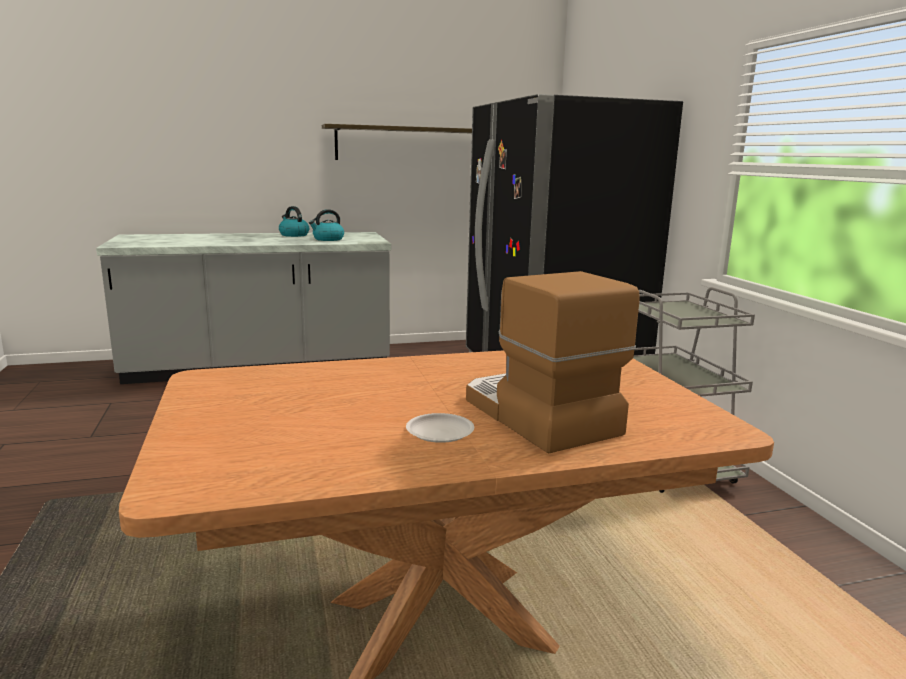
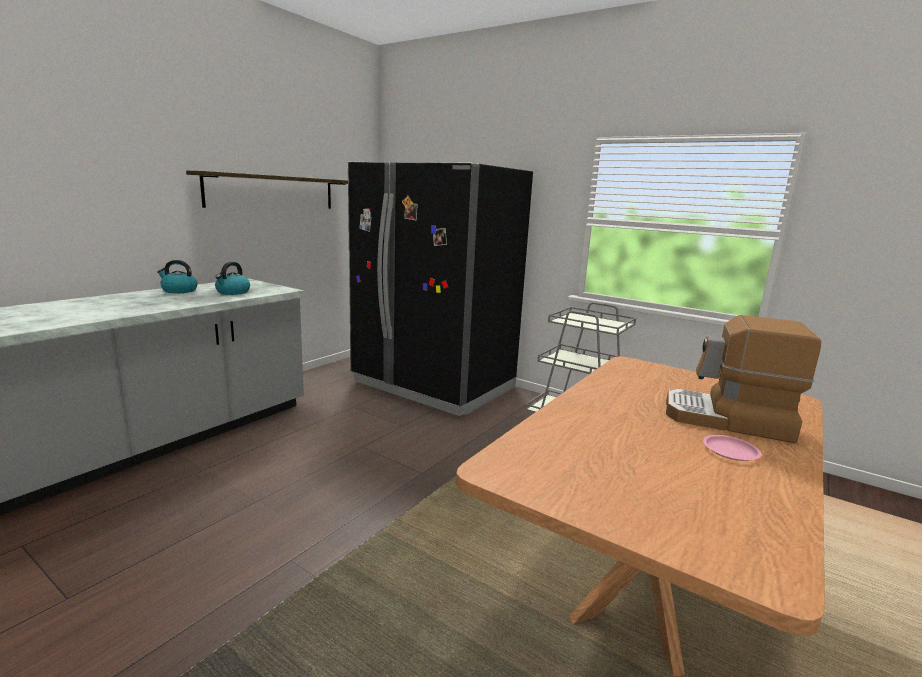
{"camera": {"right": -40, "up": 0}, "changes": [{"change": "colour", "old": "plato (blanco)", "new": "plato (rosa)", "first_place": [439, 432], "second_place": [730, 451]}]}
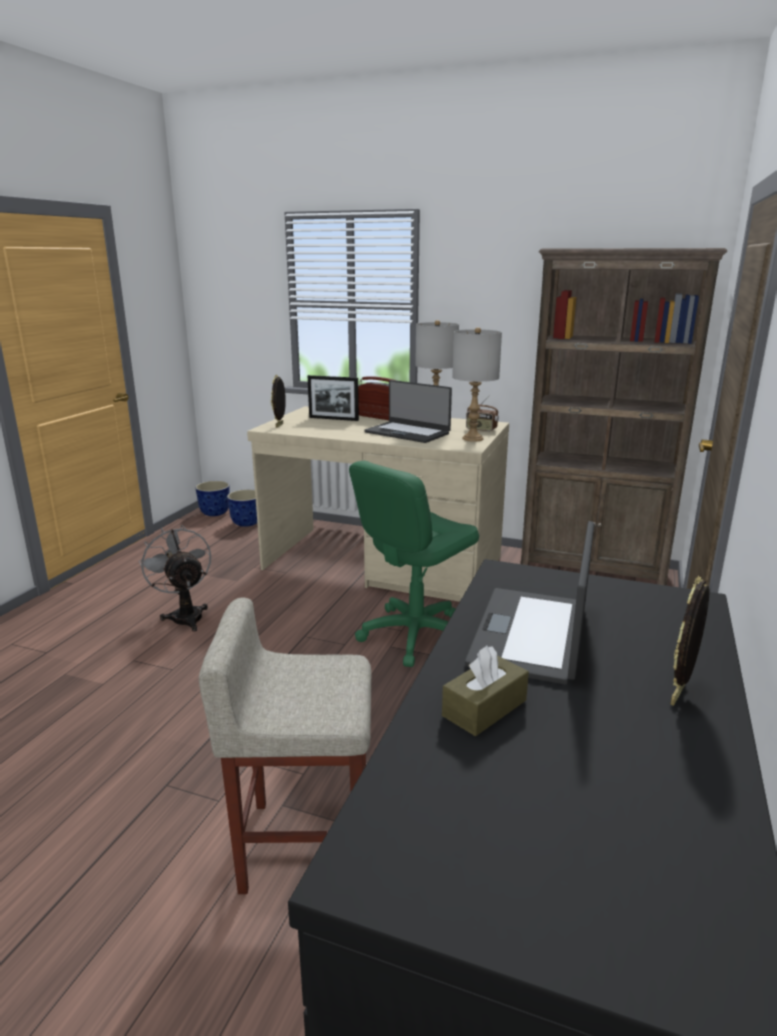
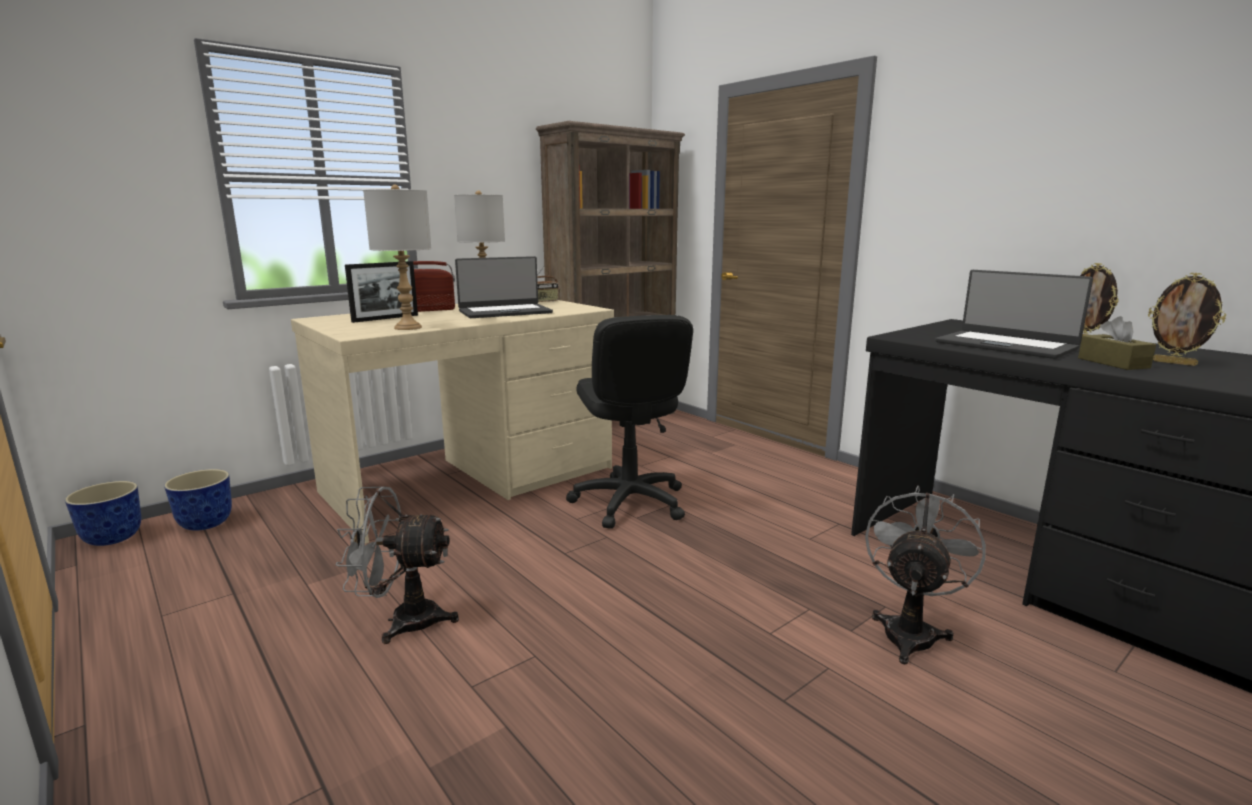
{"camera": {"right": -60, "up": -5}, "changes": [{"change": "relocated", "old": "portarretratos", "first_place": [280, 425], "second_place": [1174, 363]}, {"change": "relocated", "old": "lámpara de mesa (gris)", "first_place": [473, 438], "second_place": [408, 327]}, {"change": "exchanged", "old": "taburete (beis)", "new": "ventilador (gris)", "first_place": [304, 845], "second_place": [910, 631]}, {"change": "colour", "old": "silla de oficina (verde)", "new": "silla de oficina (negro)", "first_place": [414, 635], "second_place": [629, 502]}]}
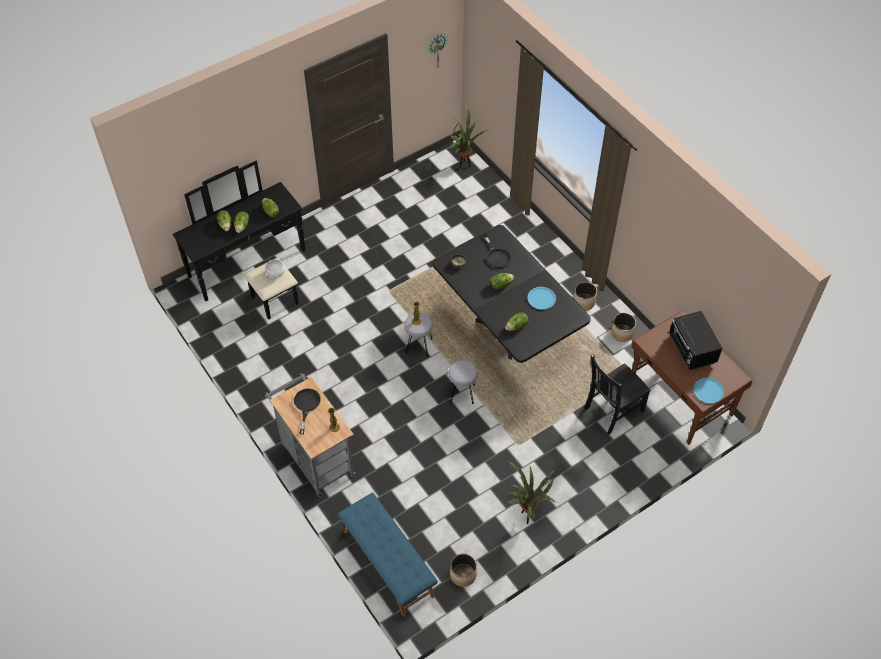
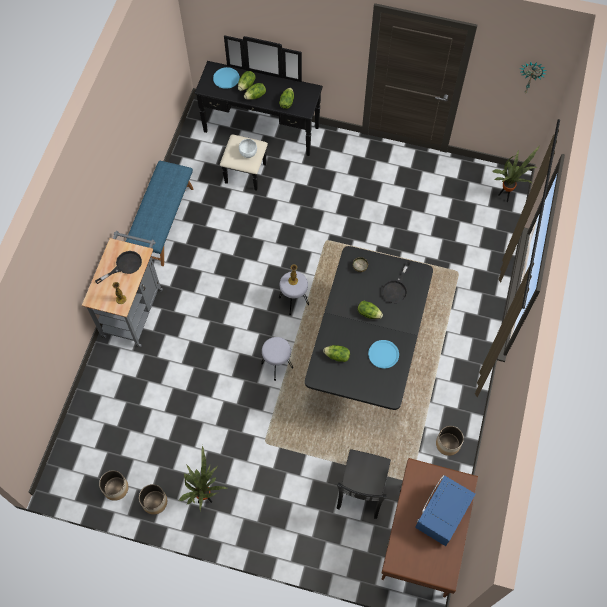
{"camera": {"right": 50, "up": 10}, "changes": [{"change": "relocated", "old": "banco (azul)", "first_place": [387, 563], "second_place": [163, 222]}, {"change": "relocated", "old": "maceta", "first_place": [583, 302], "second_place": [154, 502]}, {"change": "relocated", "old": "plato (azul)", "first_place": [708, 391], "second_place": [226, 78]}, {"change": "colour", "old": "microondas (negro)", "new": "microondas (azul)", "first_place": [691, 350], "second_place": [441, 515]}, {"change": "spun", "old": "silla (negro)", "first_place": [612, 410], "second_place": [361, 492], "degrees": -90}]}
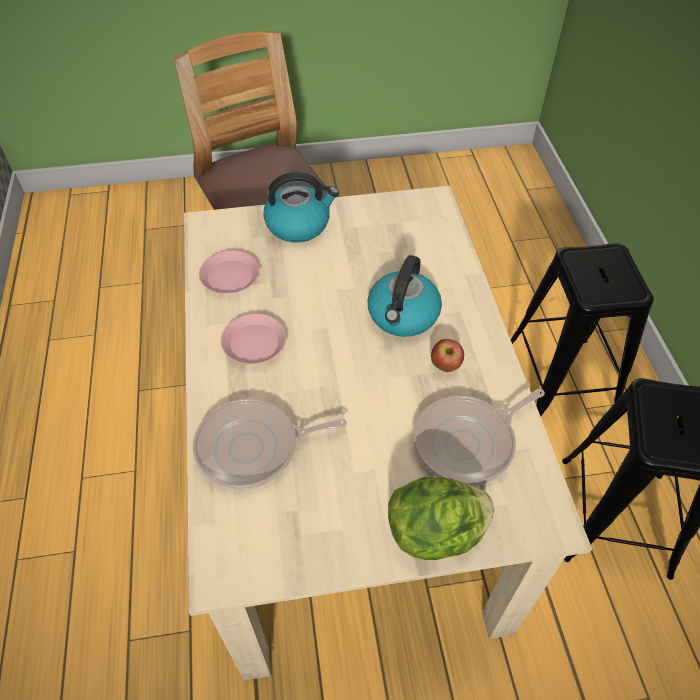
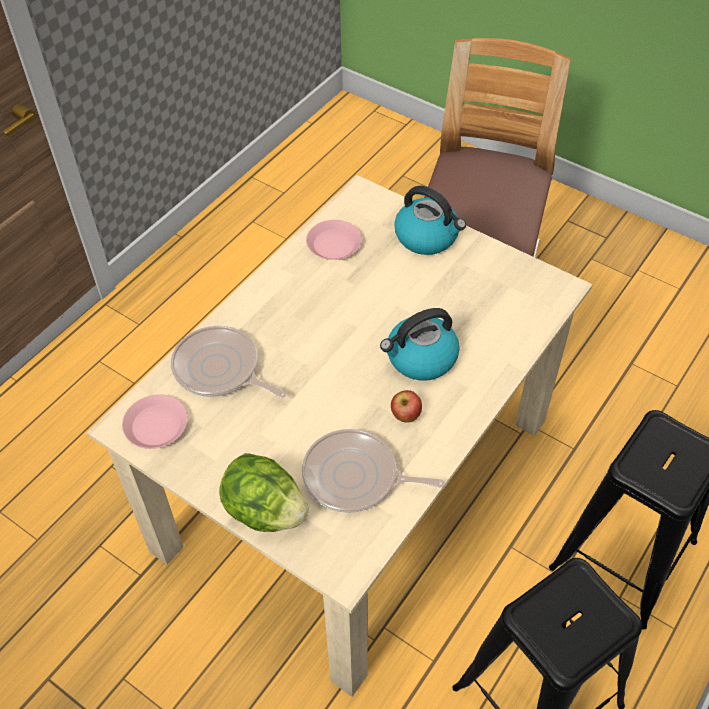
{"camera": {"right": 45, "up": 0}, "changes": [{"change": "relocated", "old": "plato (rosa)", "first_place": [255, 343], "second_place": [156, 426]}]}
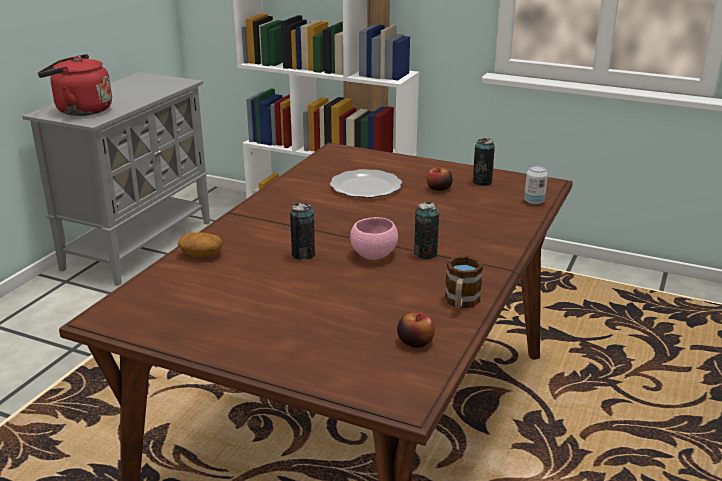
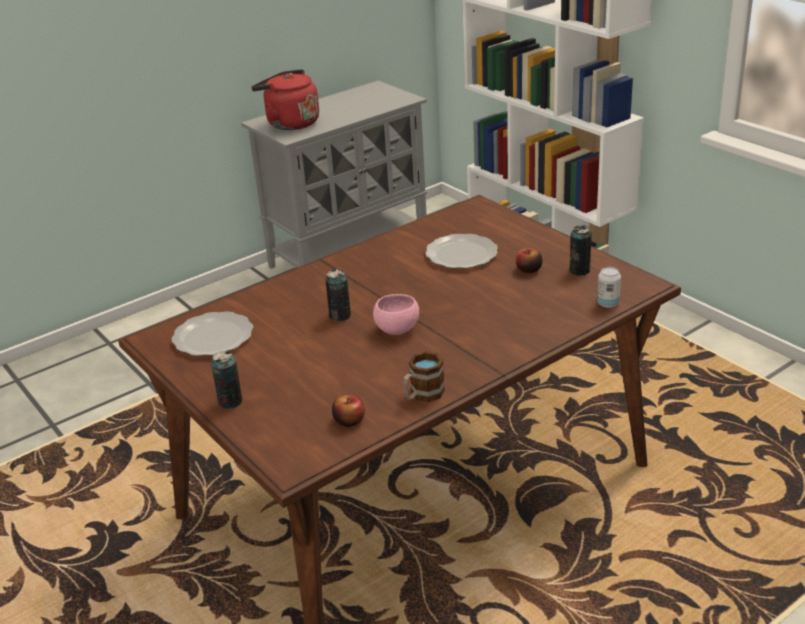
{"camera": {"right": 30, "up": 5}, "changes": [{"change": "missing", "old": "patata", "first_place": [201, 255]}, {"change": "appeared", "new": "plato", "second_place": [214, 337]}, {"change": "relocated", "old": "lata", "first_place": [425, 254], "second_place": [230, 402]}]}
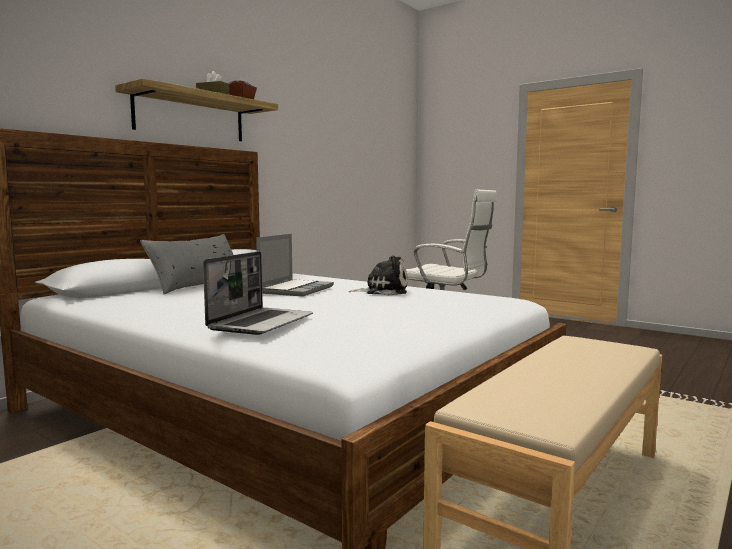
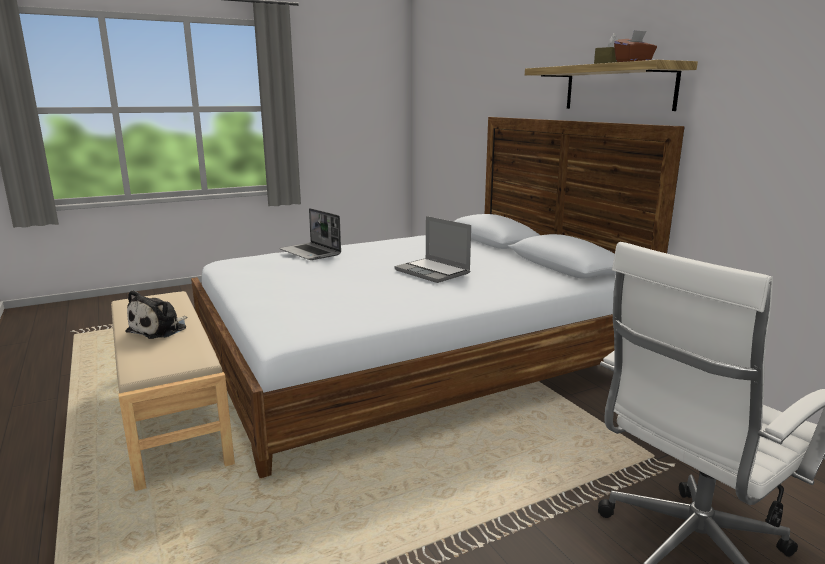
{"camera": {"right": 115, "up": 10}, "changes": [{"change": "missing", "old": "cojín (gris)", "first_place": [198, 285]}, {"change": "relocated", "old": "peluche", "first_place": [383, 291], "second_place": [160, 329]}]}
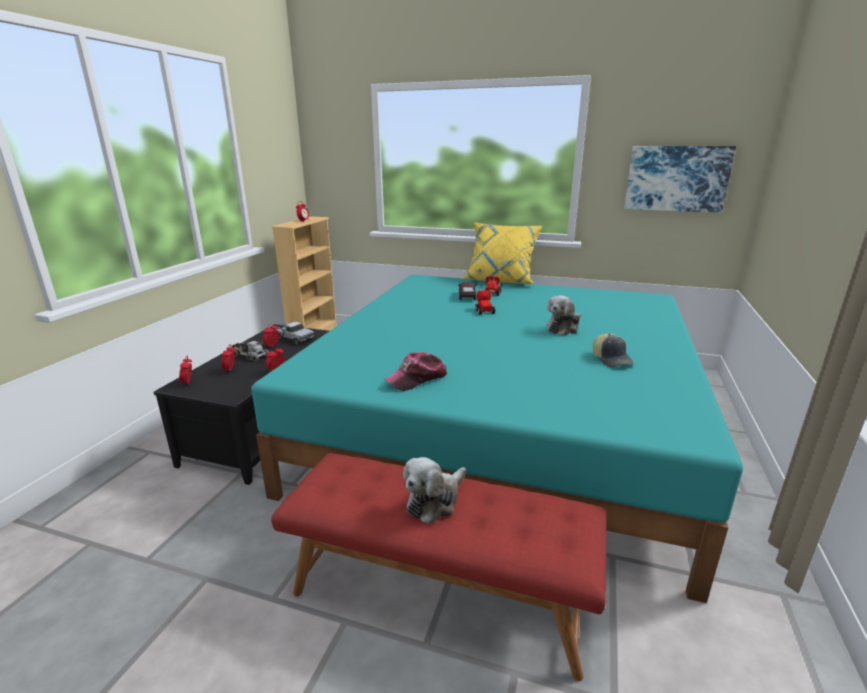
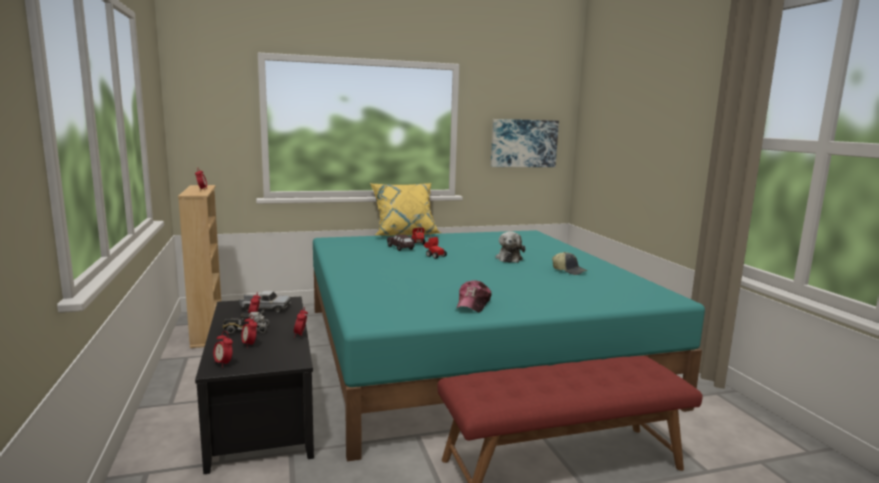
{"camera": {"right": -35, "up": -10}, "changes": [{"change": "missing", "old": "peluche", "first_place": [435, 500]}]}
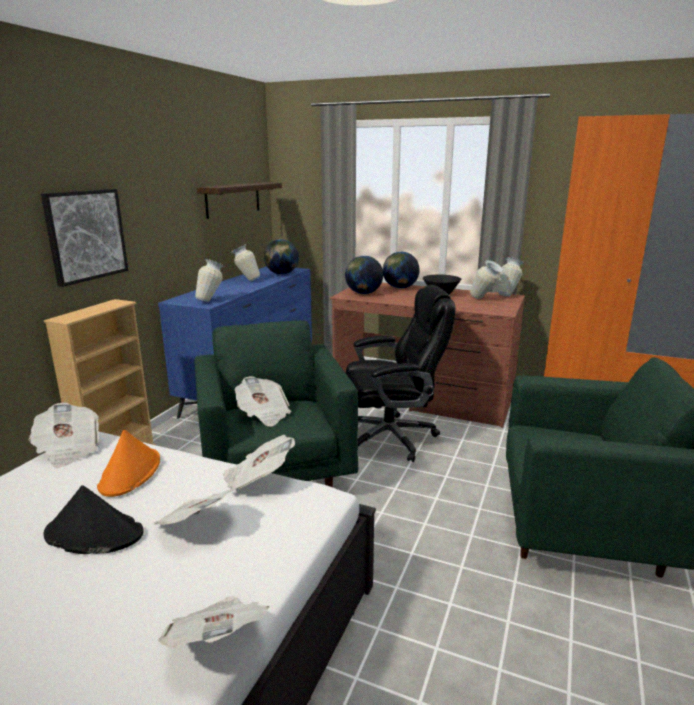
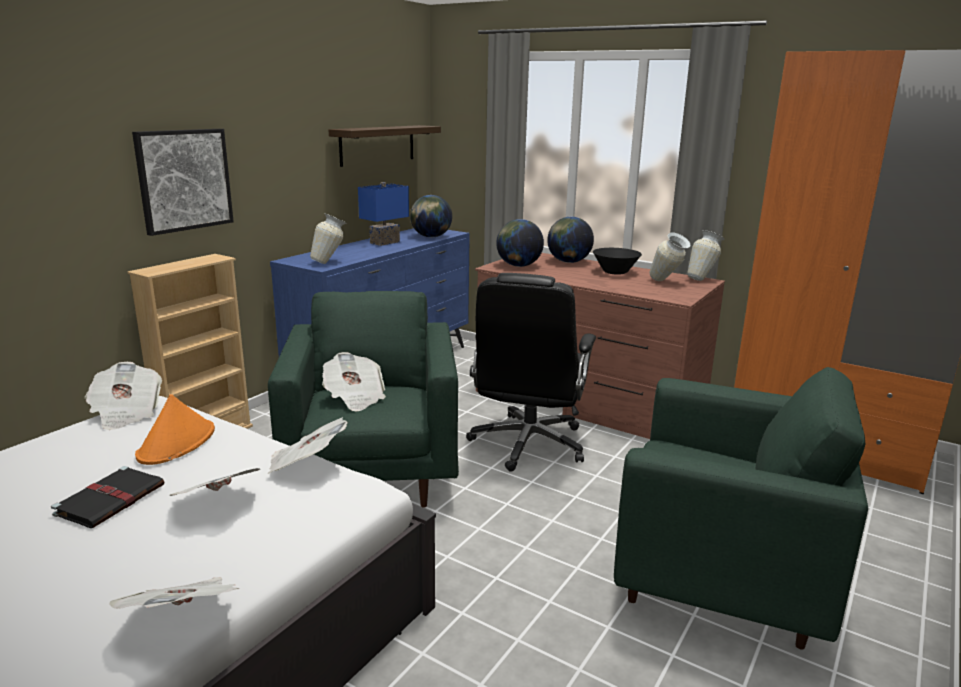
{"camera": {"right": 10, "up": 0}, "changes": [{"change": "exchanged", "old": "sombrero (negro)", "new": "libro (negro)", "first_place": [93, 534], "second_place": [112, 499]}, {"change": "exchanged", "old": "florero", "new": "lámpara de mesa (azul)", "first_place": [246, 280], "second_place": [384, 242]}, {"change": "spun", "old": "silla de oficina (negro)", "first_place": [392, 437], "second_place": [528, 444], "degrees": 105}]}
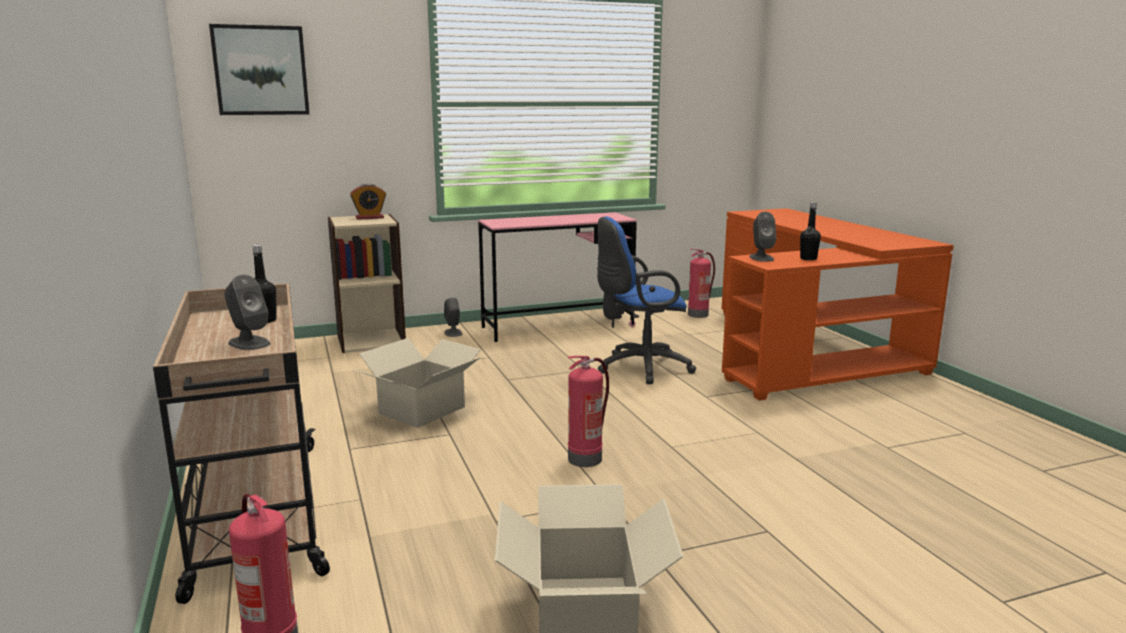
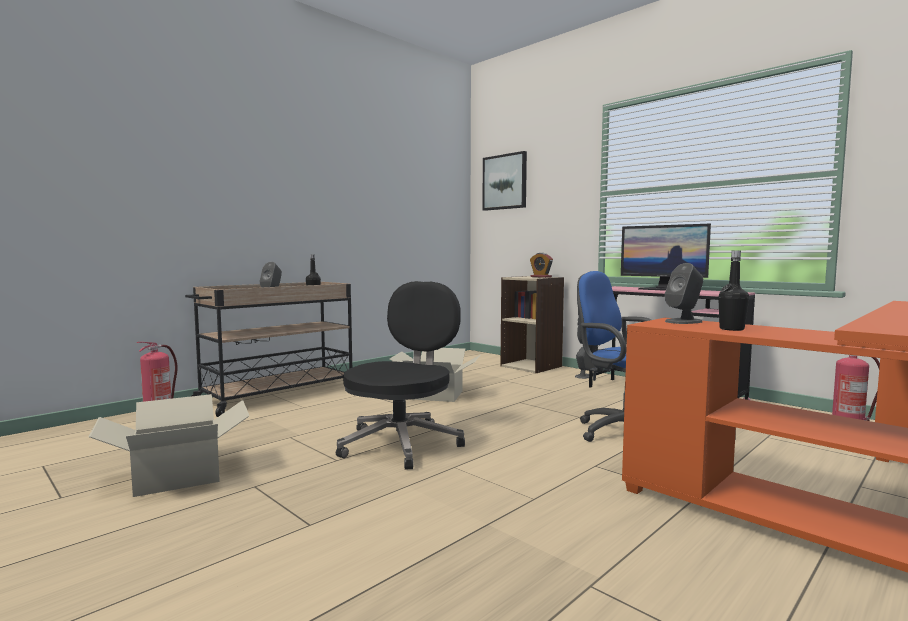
{"camera": {"right": 65, "up": -10}, "changes": [{"change": "appeared", "new": "monitor", "second_place": [662, 289]}, {"change": "exchanged", "old": "extintor", "new": "silla de oficina (negro)", "first_place": [586, 458], "second_place": [402, 443]}]}
